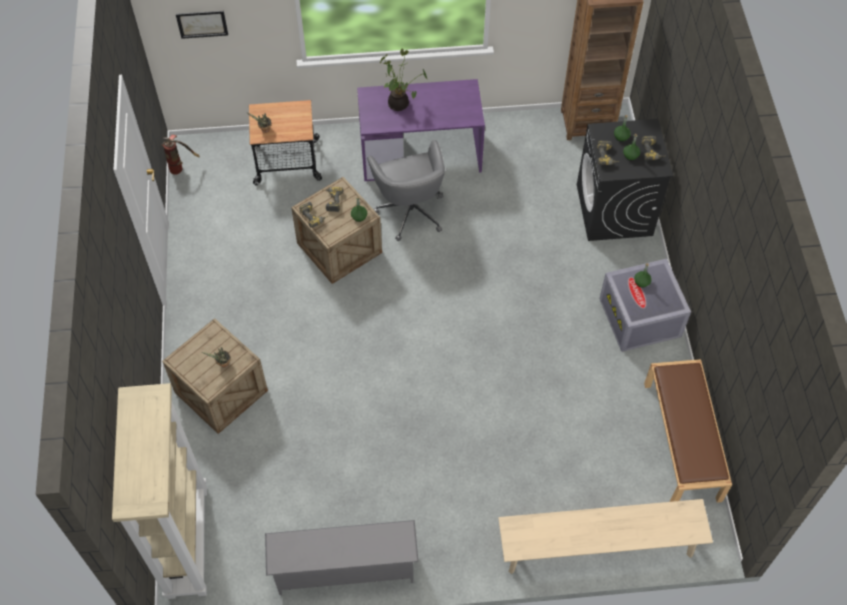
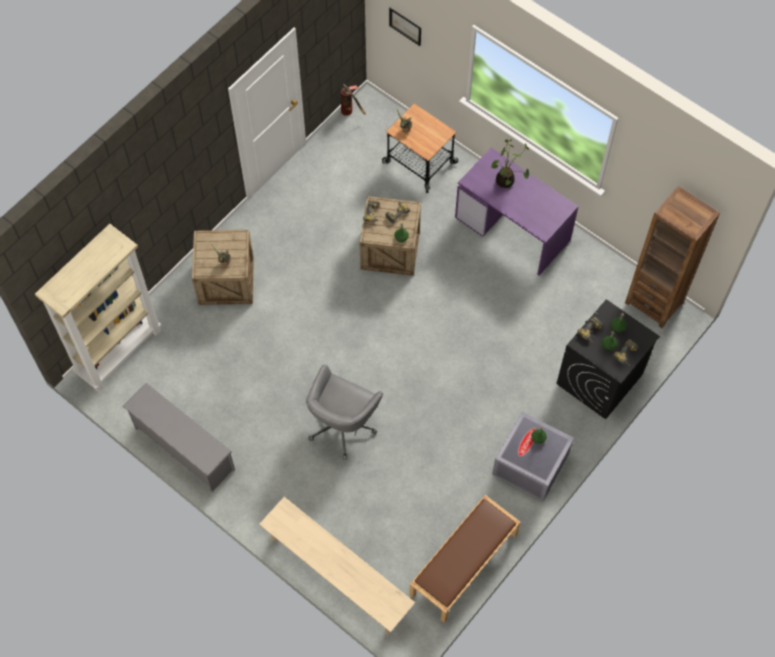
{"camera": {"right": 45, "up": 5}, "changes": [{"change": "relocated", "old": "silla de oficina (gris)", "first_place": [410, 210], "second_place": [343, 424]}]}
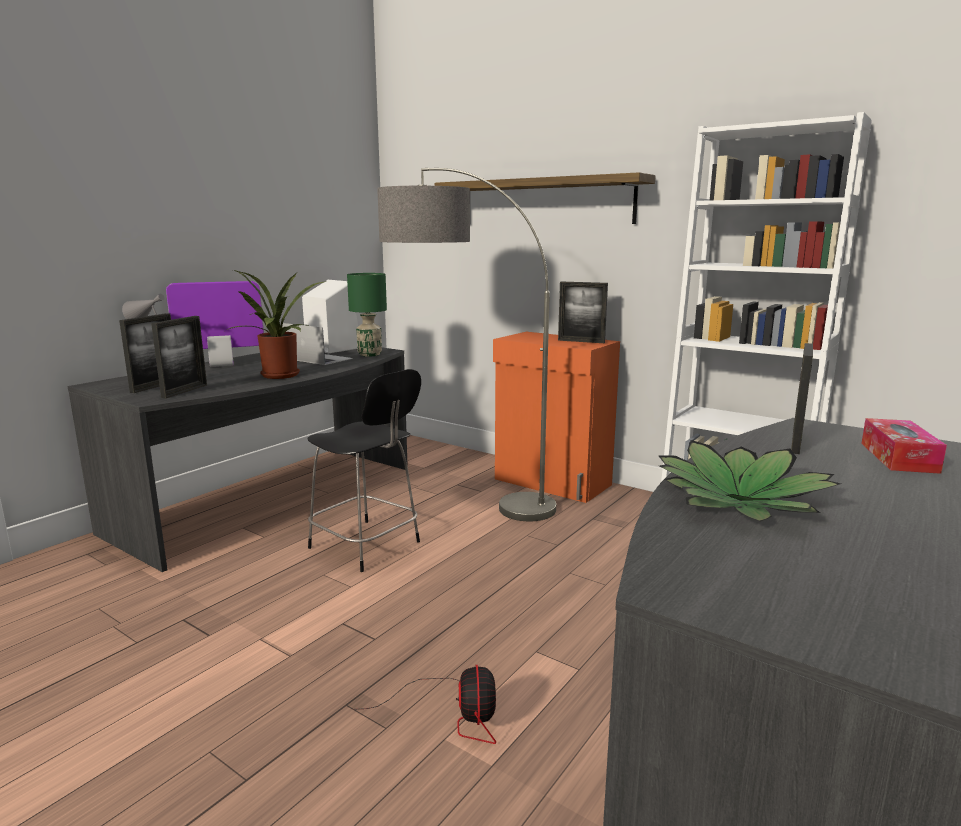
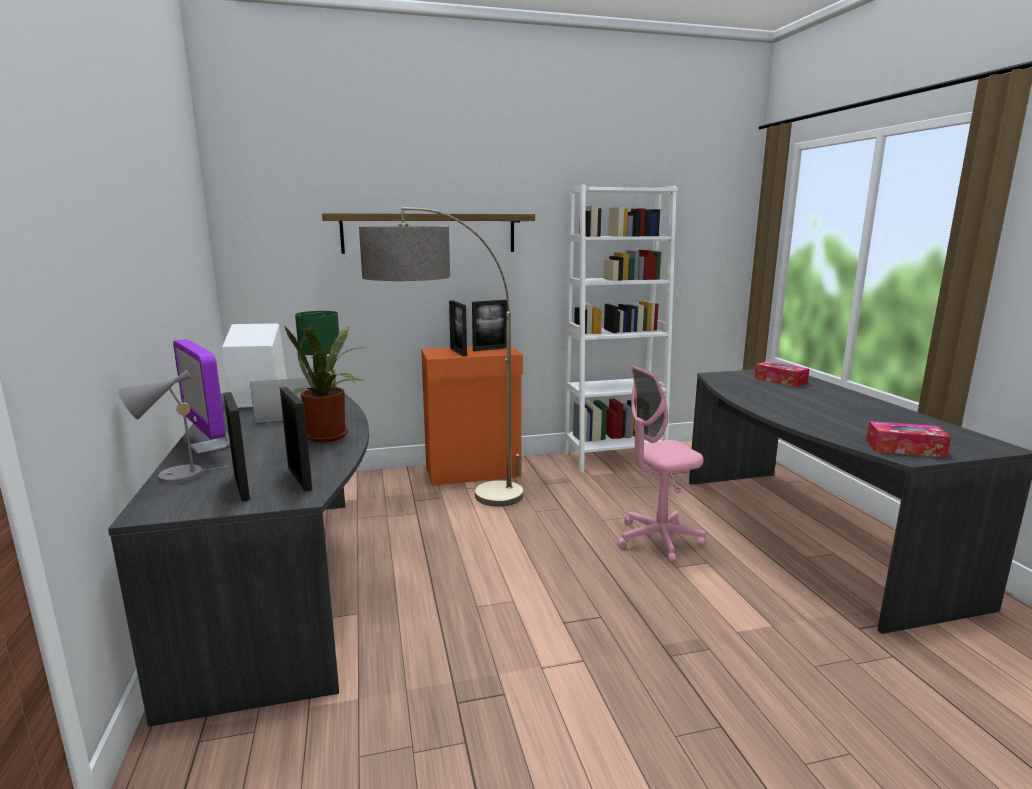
{"camera": {"right": -50, "up": 0}, "changes": [{"change": "missing", "old": "silla (negro)", "first_place": [367, 546]}, {"change": "missing", "old": "ventilador", "first_place": [455, 714]}, {"change": "missing", "old": "planta en maceta", "first_place": [741, 500]}, {"change": "appeared", "new": "silla de oficina (rosa)", "second_place": [658, 540]}, {"change": "appeared", "new": "caja de pañuelos", "second_place": [904, 448]}, {"change": "relocated", "old": "portarretratos", "first_place": [796, 442], "second_place": [458, 352]}, {"change": "spun", "old": "monitor", "first_place": [222, 364], "second_place": [210, 446], "degrees": -60}]}
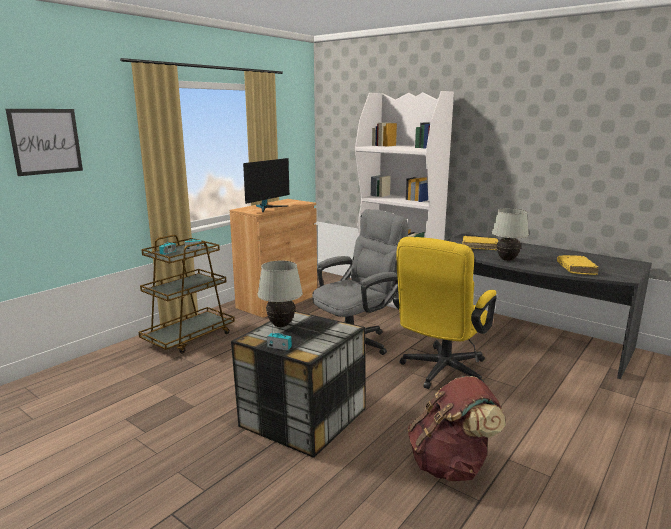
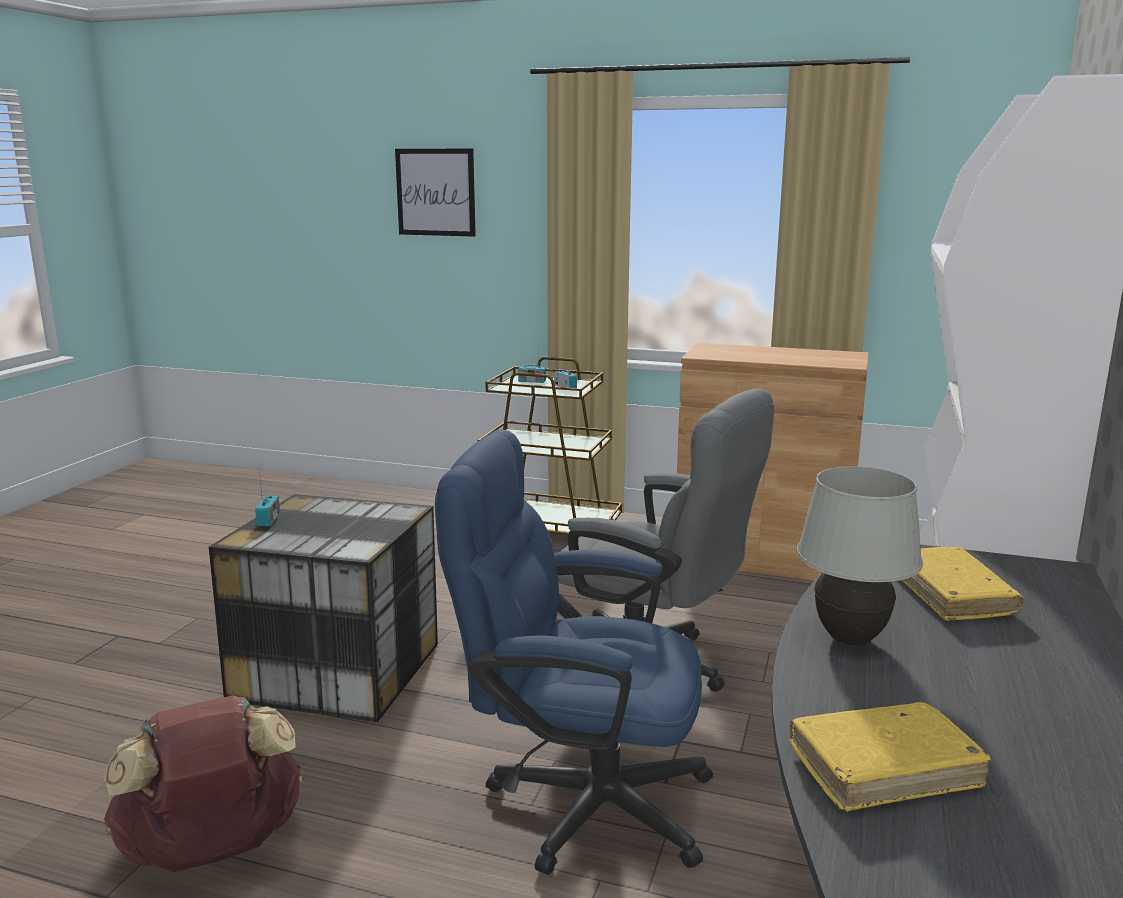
{"camera": {"right": 70, "up": 0}, "changes": [{"change": "missing", "old": "monitor", "first_place": [267, 207]}, {"change": "missing", "old": "lámpara de mesa (blanco)", "first_place": [281, 325]}, {"change": "colour", "old": "silla de oficina (amarillo)", "new": "silla de oficina (azul)", "first_place": [440, 372], "second_place": [578, 800]}]}
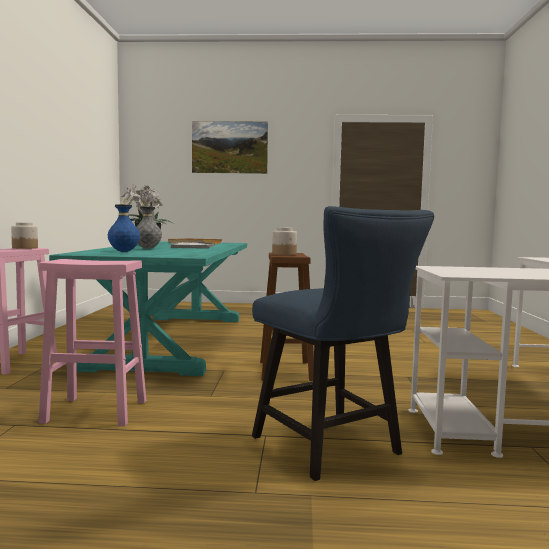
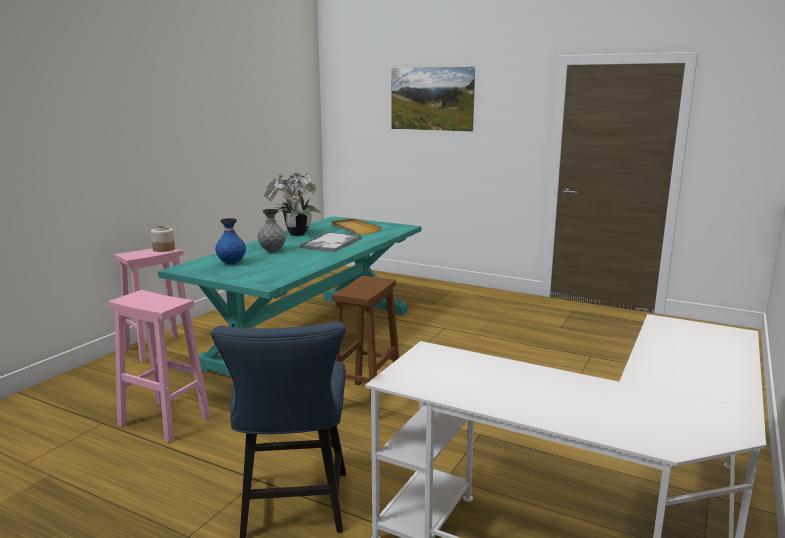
{"camera": {"right": 25, "up": 10}, "changes": [{"change": "missing", "old": "tarro", "first_place": [284, 254]}]}
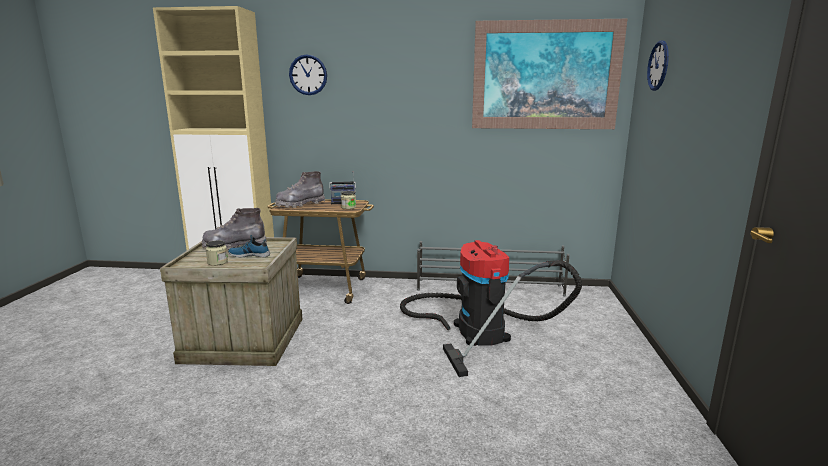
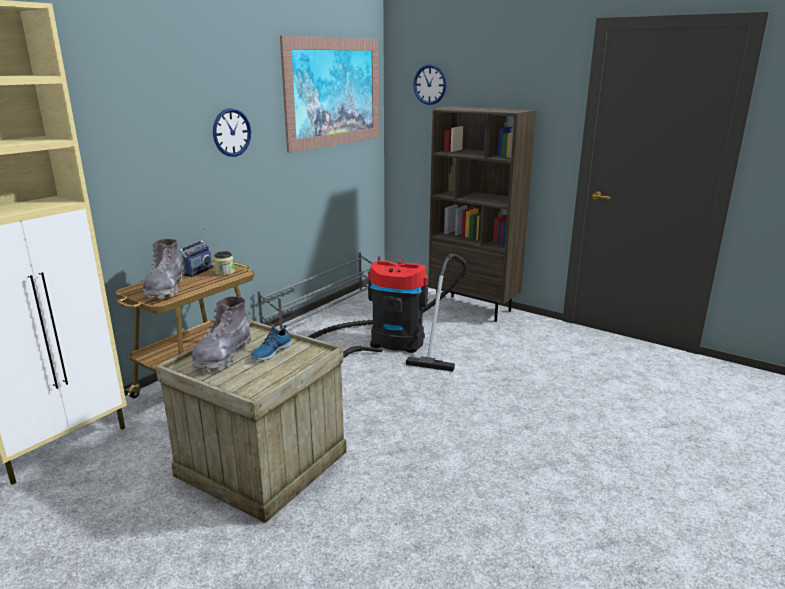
{"camera": {"right": -60, "up": 5}, "changes": [{"change": "missing", "old": "tarro", "first_place": [217, 262]}, {"change": "appeared", "new": "estantería (marrón)", "second_place": [474, 308]}, {"change": "relocated", "old": "reloj de pared", "first_place": [308, 75], "second_place": [231, 132]}]}
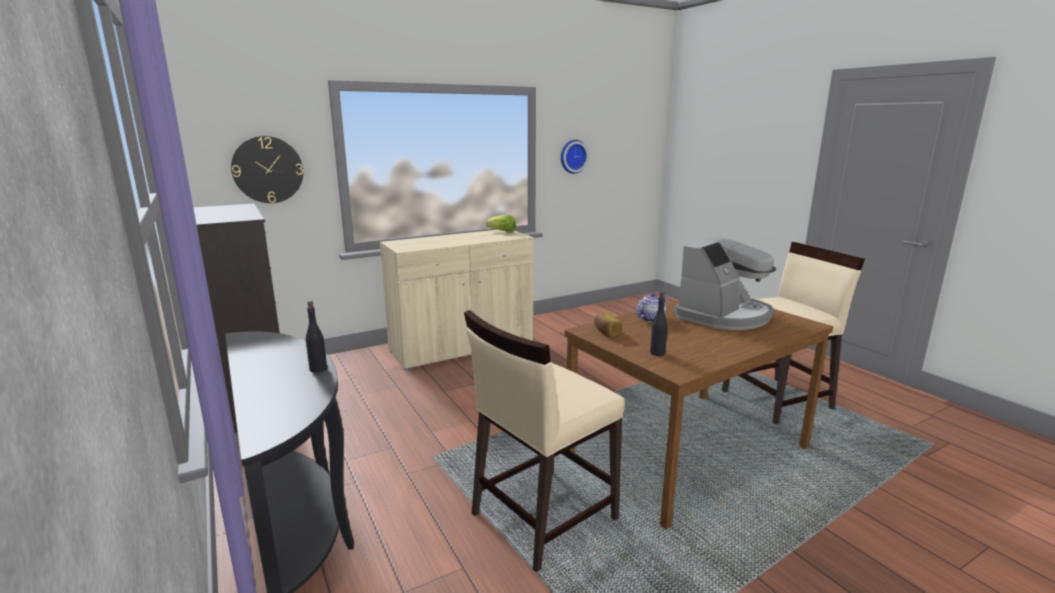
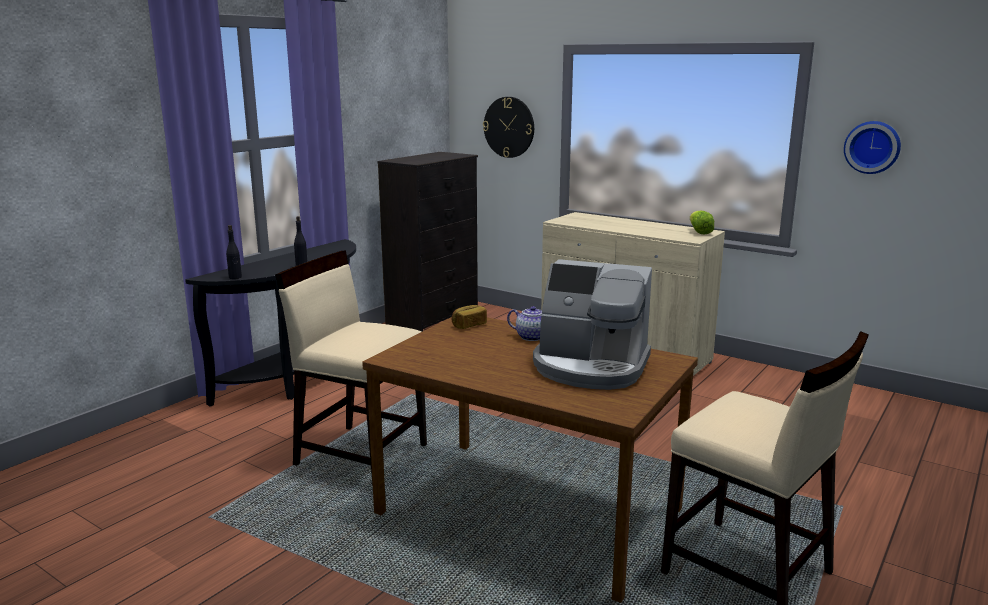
{"camera": {"right": 65, "up": 0}, "changes": [{"change": "relocated", "old": "botella (negro)", "first_place": [657, 353], "second_place": [235, 277]}]}
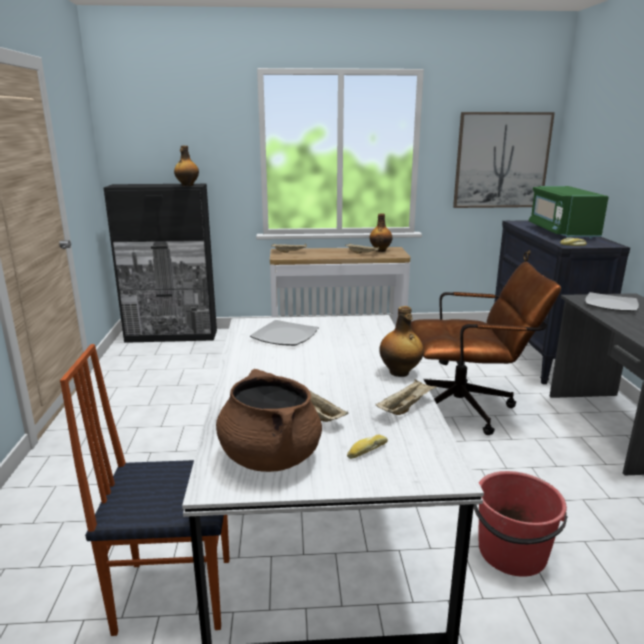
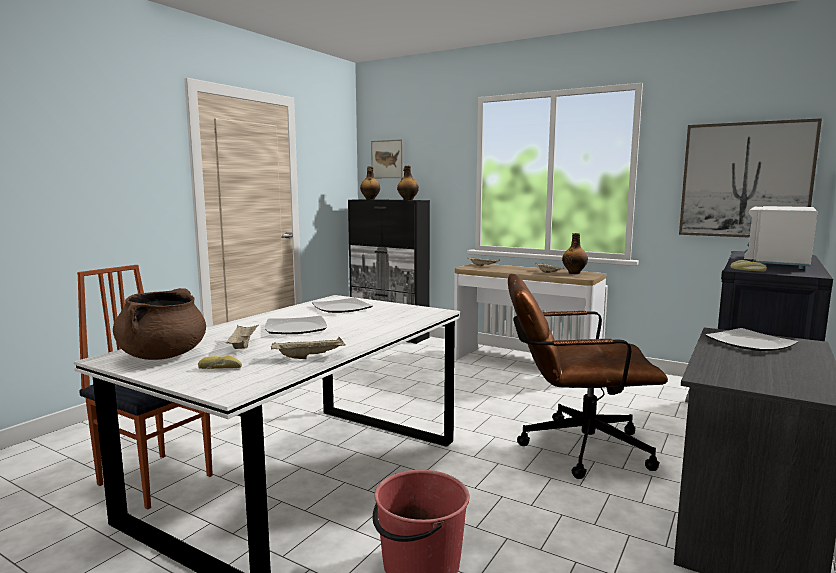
{"camera": {"right": 35, "up": -10}, "changes": [{"change": "appeared", "new": "plato", "second_place": [295, 328]}, {"change": "appeared", "new": "cuadro", "second_place": [387, 159]}, {"change": "relocated", "old": "botella", "first_place": [399, 372], "second_place": [370, 199]}, {"change": "colour", "old": "microondas (verde)", "new": "microondas (blanco)", "first_place": [562, 232], "second_place": [778, 262]}, {"change": "spun", "old": "silla de oficina (marrón)", "first_place": [468, 408], "second_place": [573, 447], "degrees": 150}]}
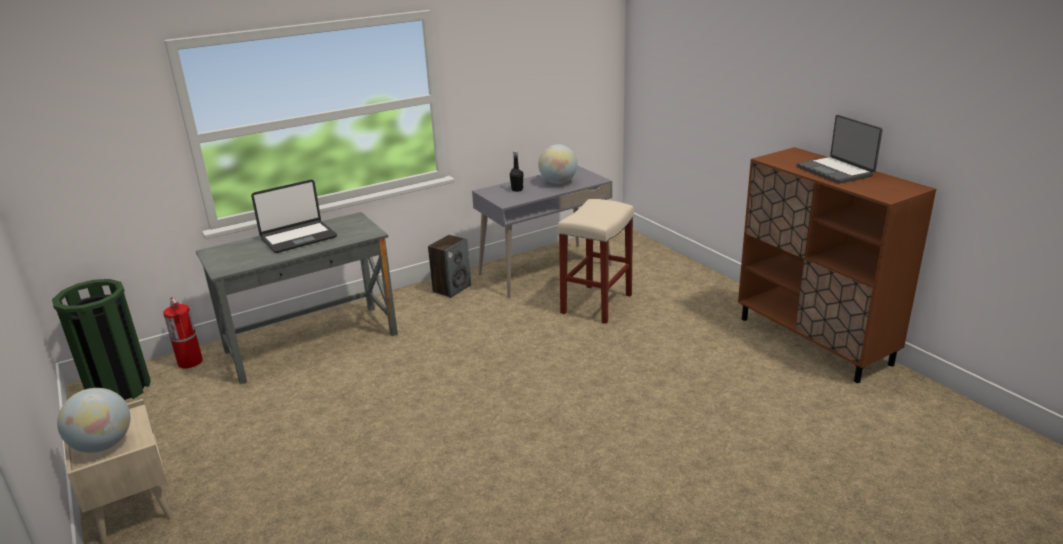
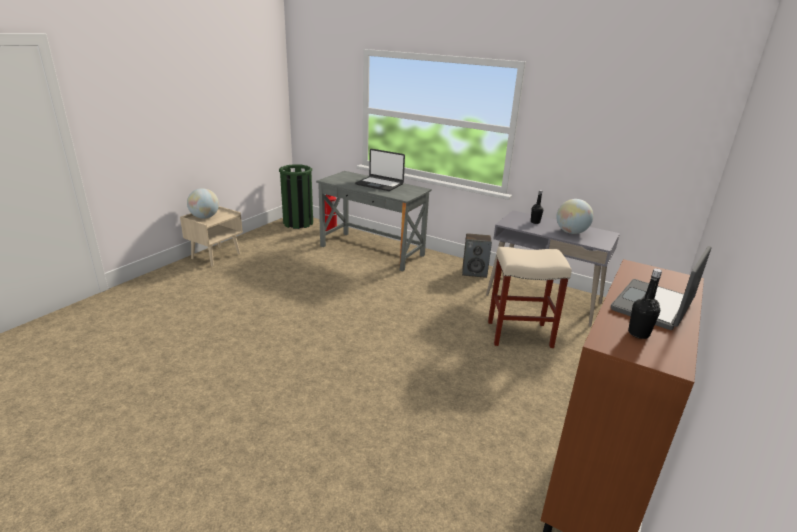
{"camera": {"right": 60, "up": 0}, "changes": [{"change": "appeared", "new": "botella (negro)", "second_place": [638, 333]}]}
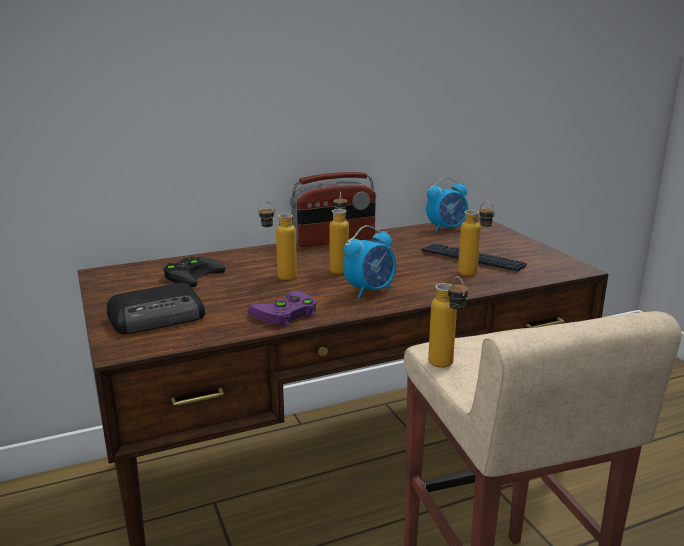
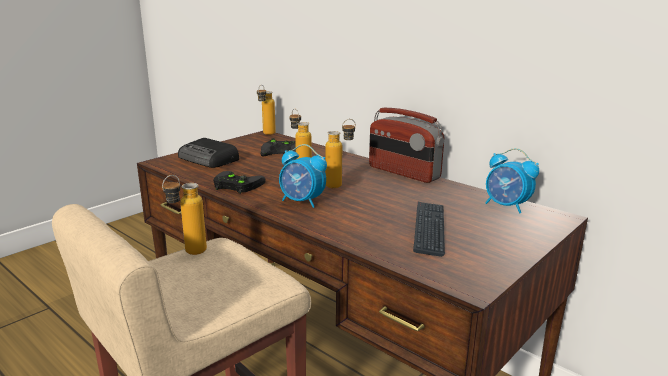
{"camera": {"right": 65, "up": 0}, "changes": [{"change": "relocated", "old": "botella", "first_place": [473, 275], "second_place": [266, 134]}, {"change": "colour", "old": "mando de consola (morado)", "new": "mando de consola (negro)", "first_place": [284, 314], "second_place": [236, 185]}]}
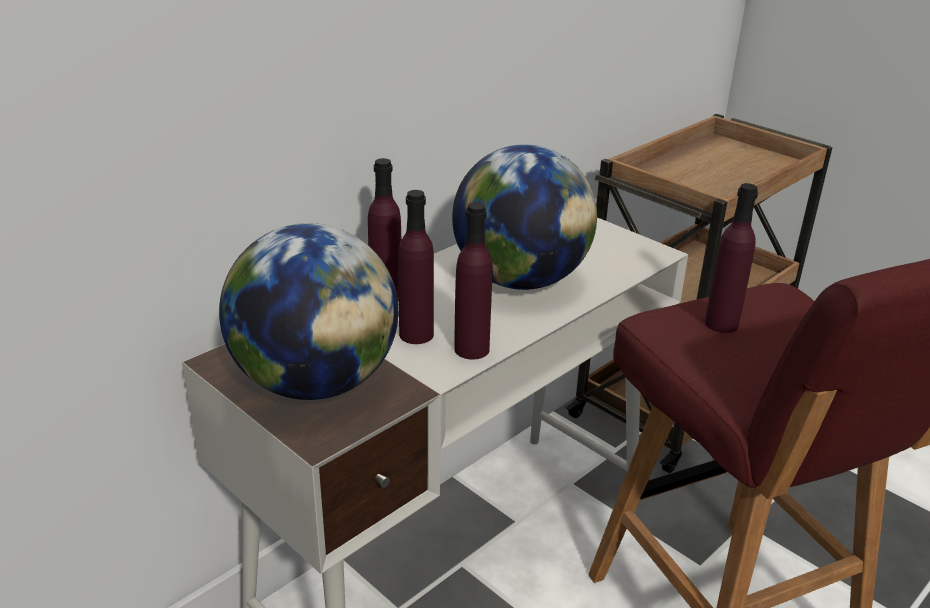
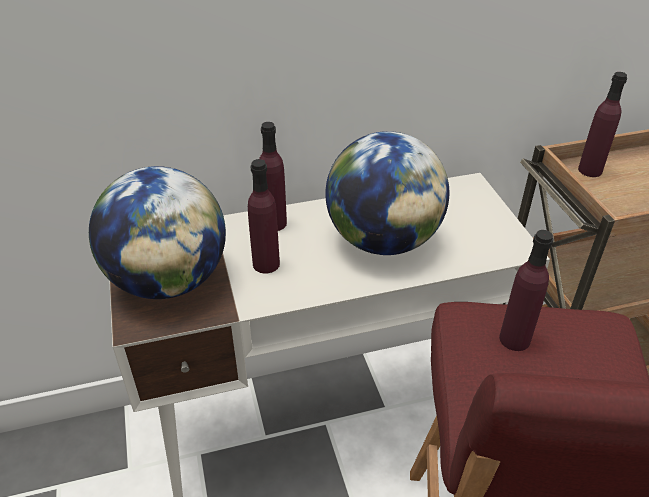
{"camera": {"right": 30, "up": 10}, "changes": [{"change": "relocated", "old": "botella (morado)", "first_place": [471, 349], "second_place": [590, 170]}]}
